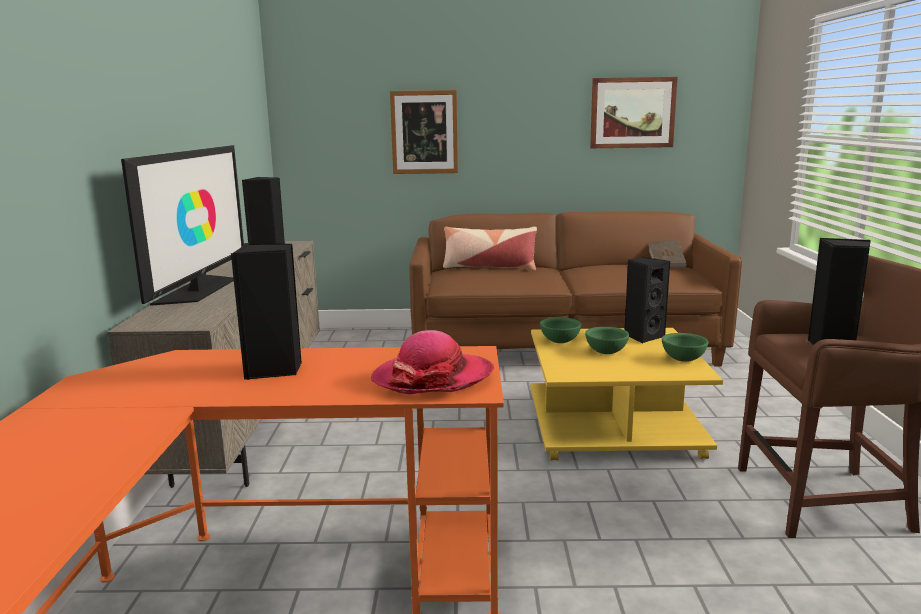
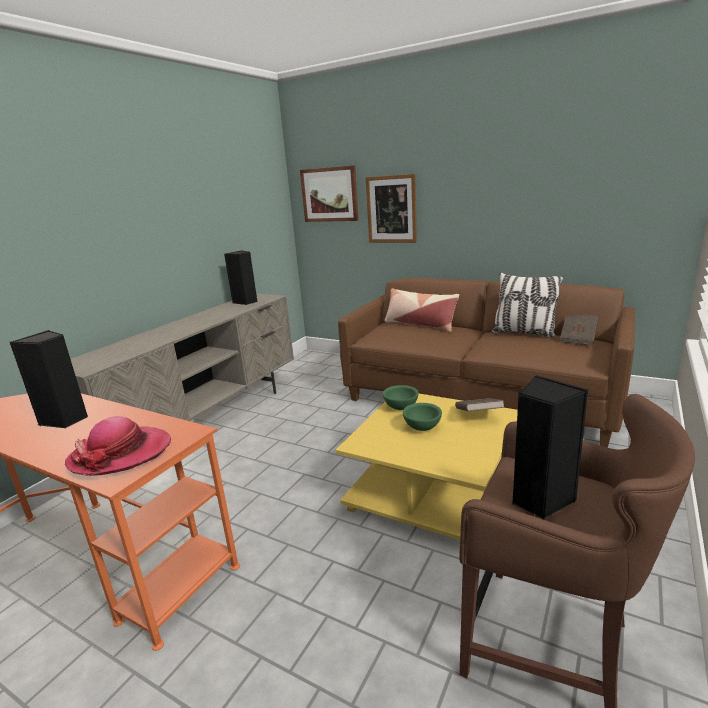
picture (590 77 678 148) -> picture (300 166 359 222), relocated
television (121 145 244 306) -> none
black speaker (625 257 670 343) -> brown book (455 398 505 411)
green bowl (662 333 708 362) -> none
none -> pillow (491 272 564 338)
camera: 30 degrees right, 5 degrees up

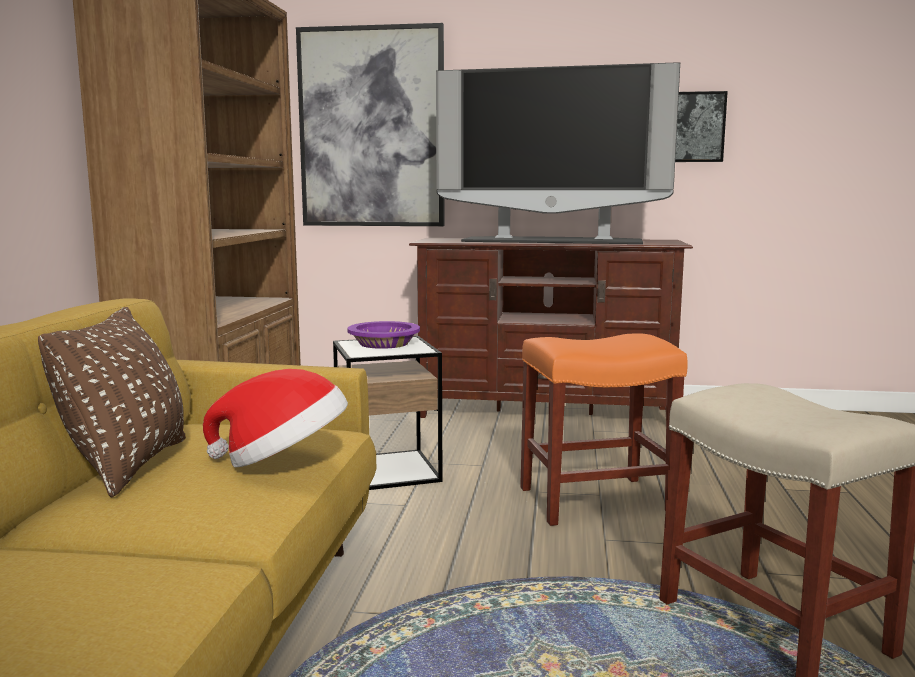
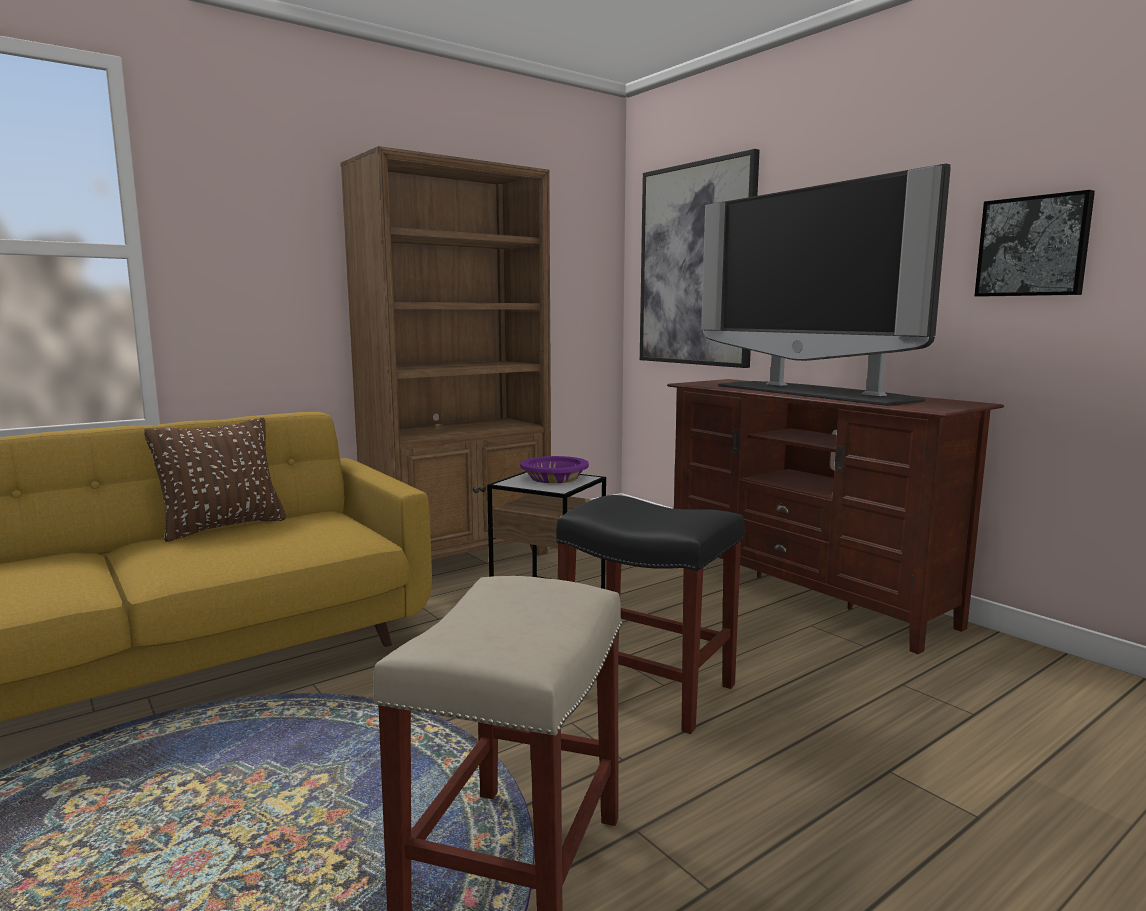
orange stool (520 333 688 526) -> black stool (556 495 744 734)
hat (203 369 348 467) -> none
camera: 45 degrees right, 0 degrees up

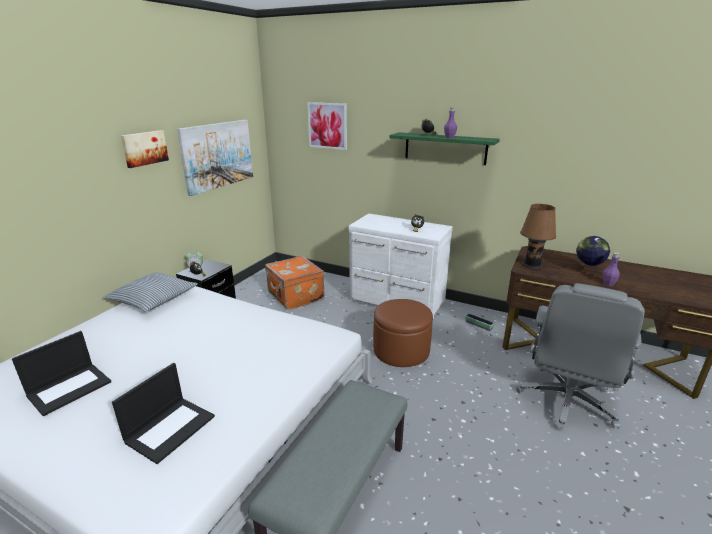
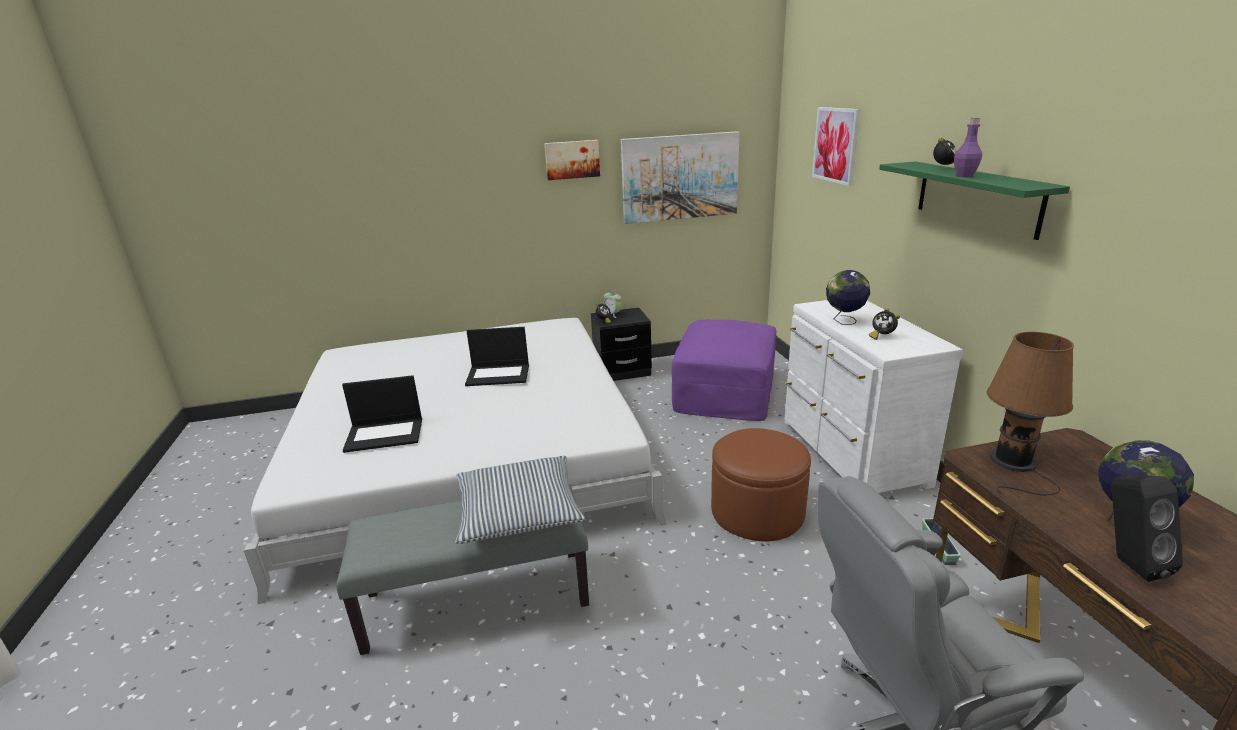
purple bottle (603 253 620 286) -> black speaker (1112 476 1183 582)
orange suitcase (265 256 325 310) -> purple ottoman (672 320 776 421)
pillow (104 272 198 312) -> pillow (455 456 586 544), relocated
laptop (12 331 111 416) -> laptop (465 327 529 386), relocated
none -> globe (826 270 870 325)
camera: 50 degrees right, 0 degrees up

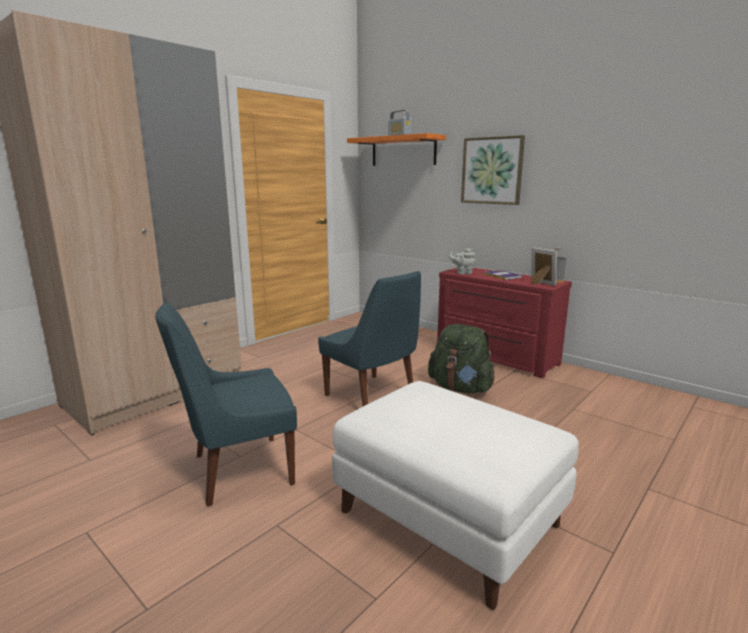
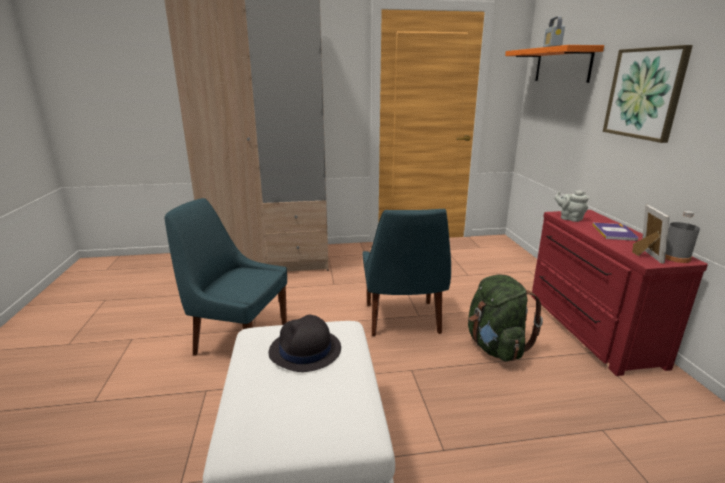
none -> black hat (269 314 341 372)
camera: 40 degrees right, 5 degrees up

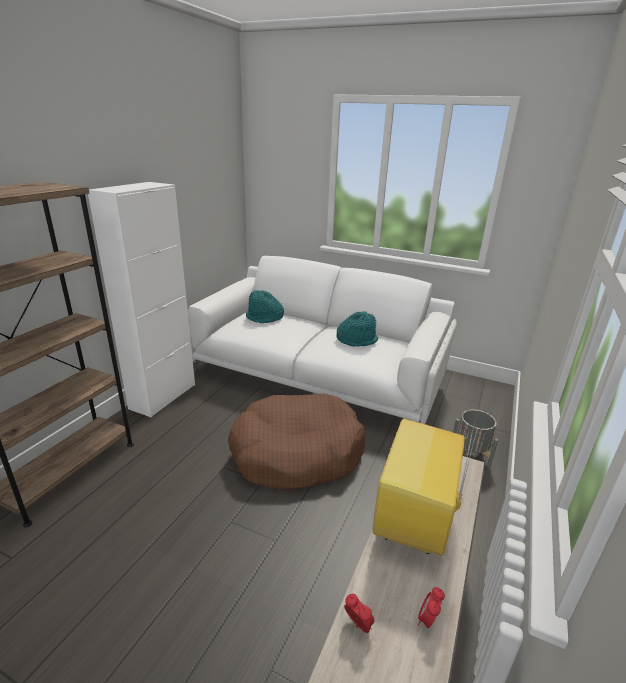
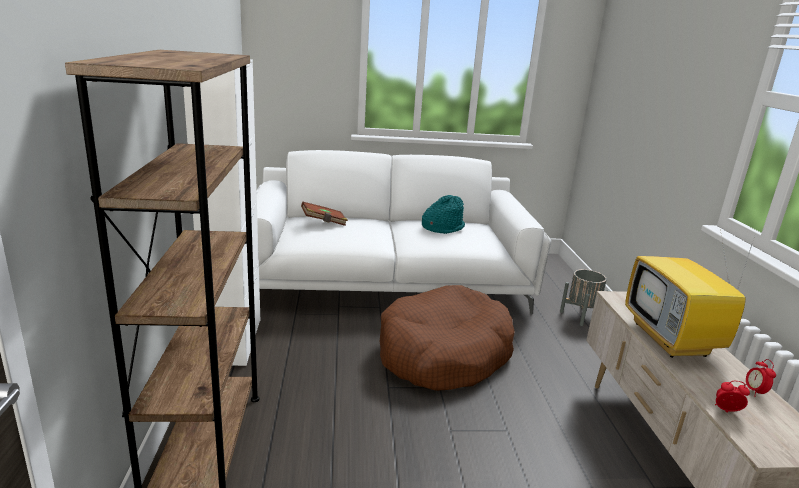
turquoise hat (246 290 284 323) -> brown book (301 202 348 226)
camera: 30 degrees left, 5 degrees down

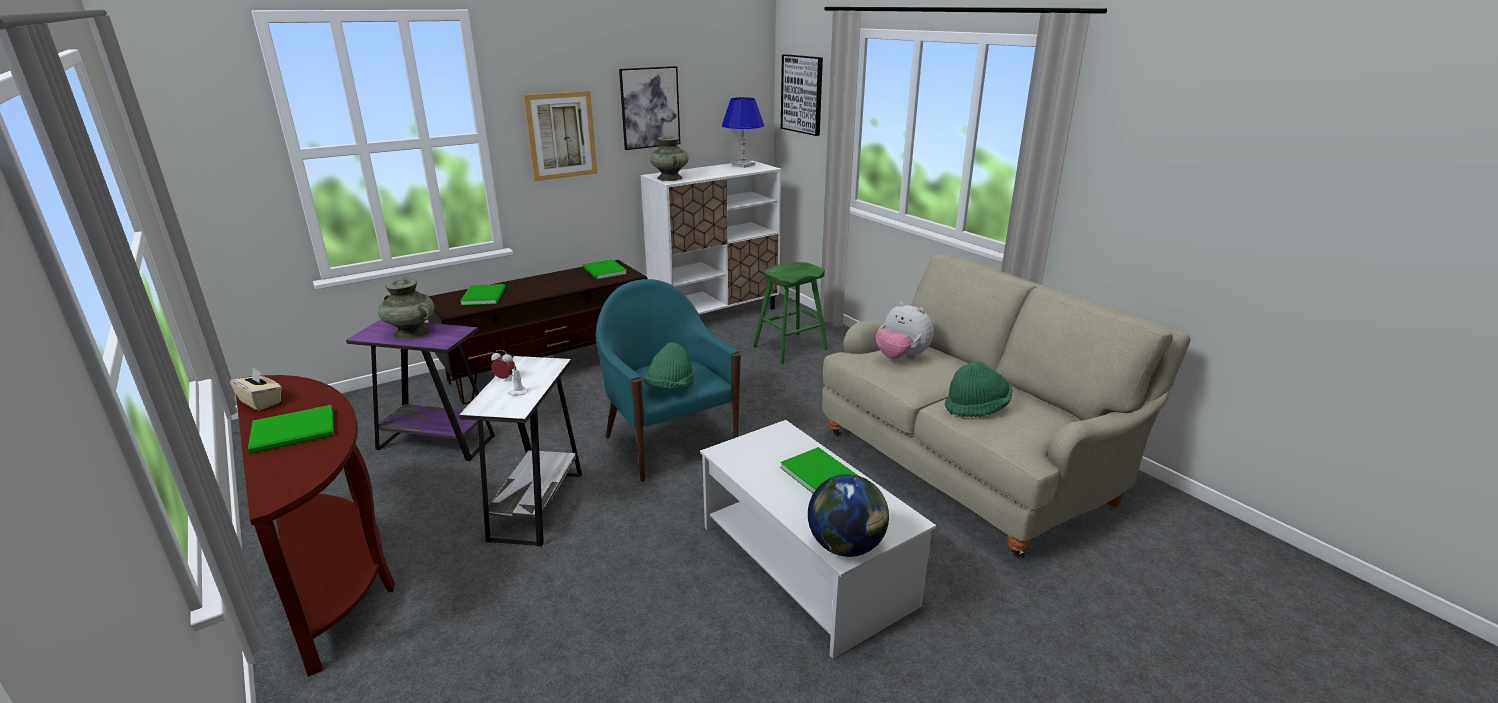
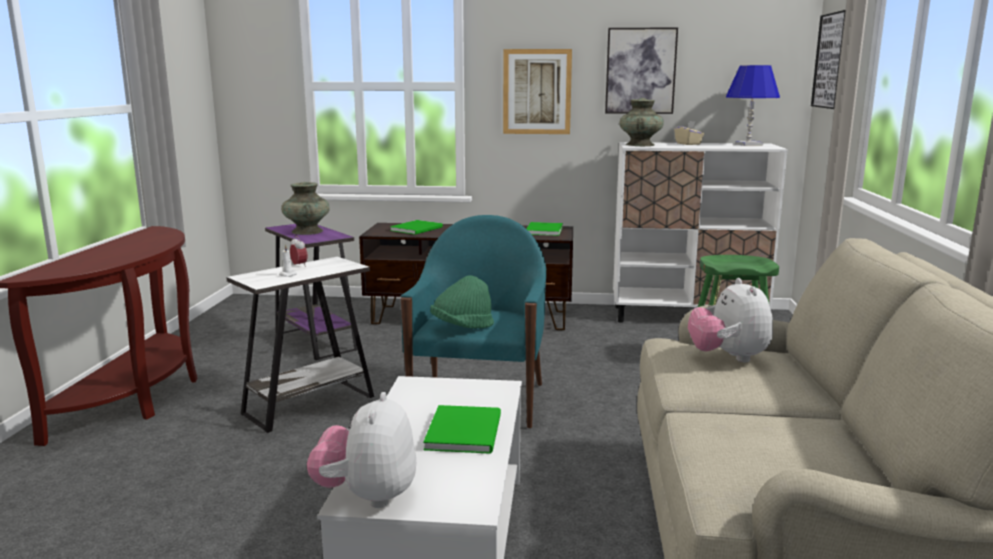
green hat (945 361 1013 417) -> none
beige tissue box (230 368 282 411) -> beige tissue box (674 121 704 145), relocated
green book (248 405 334 454) -> none
globe (808 474 889 557) -> plush toy (307 392 416 508)
camera: 40 degrees right, 10 degrees down

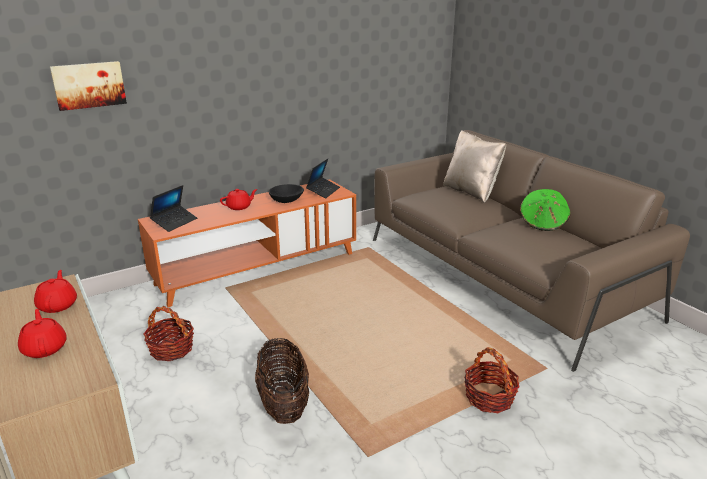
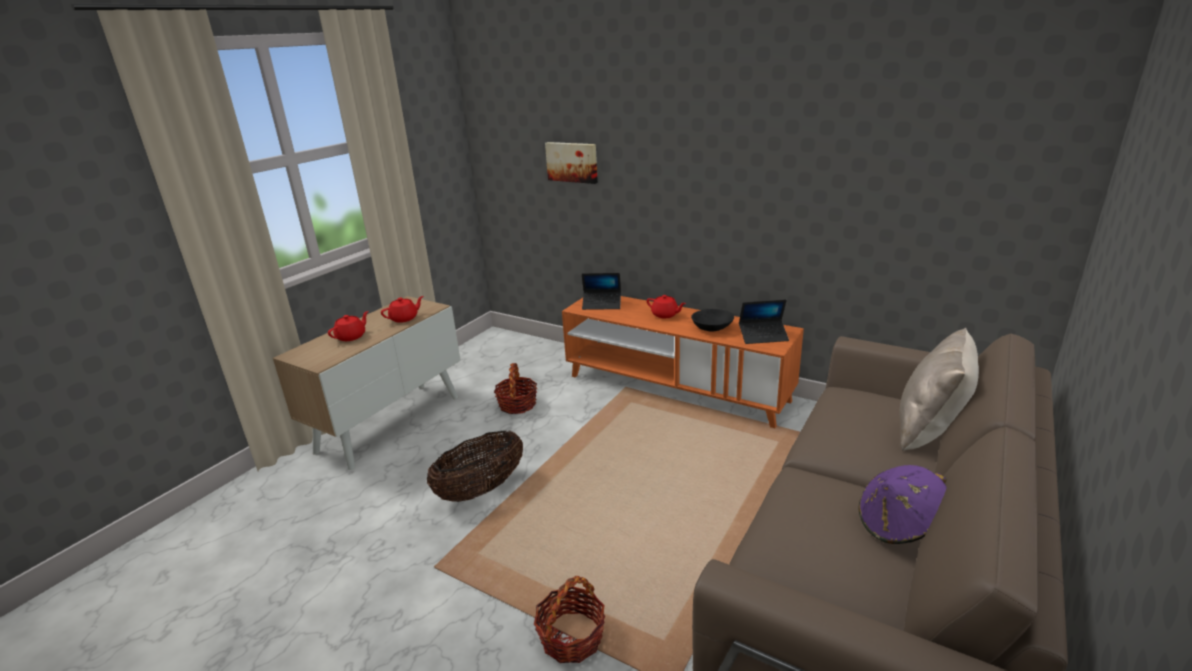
green hat (520 189 571 231) -> purple hat (858 465 947 544)
camera: 65 degrees right, 0 degrees up

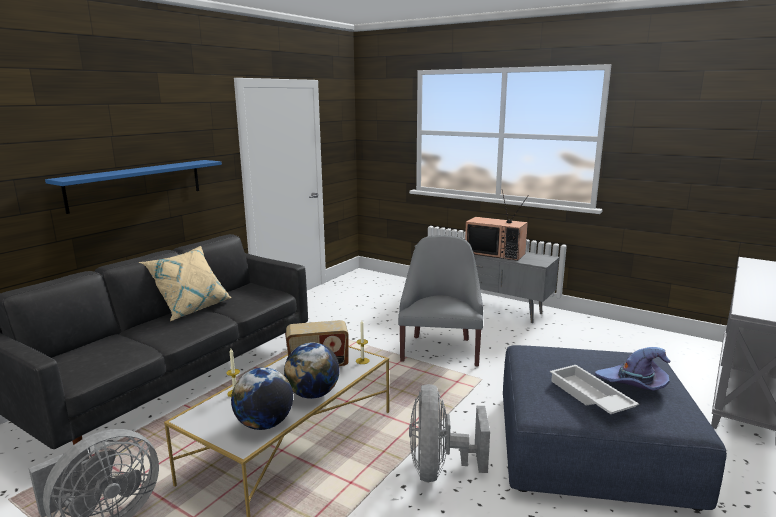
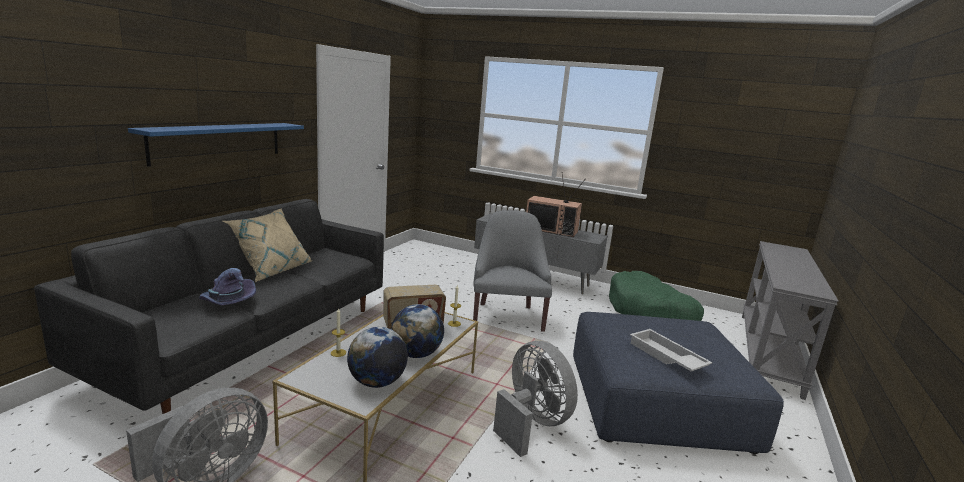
purple hat (595 347 670 391) -> purple hat (199 268 256 305), relocated
grey fan (409 384 490 482) -> grey fan (493 341 578 457), 150 degrees clockwise
none -> green dog bed (609 271 704 321)
camera: 10 degrees left, 0 degrees up

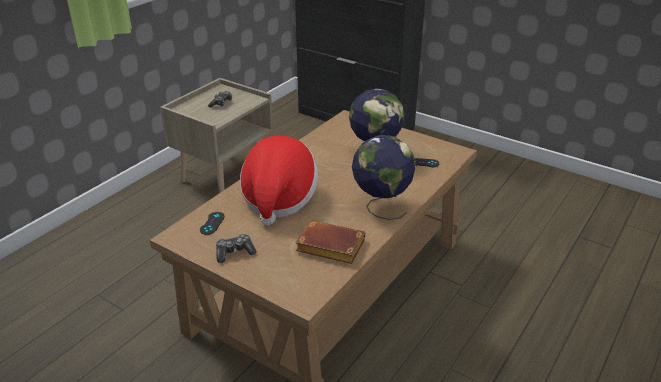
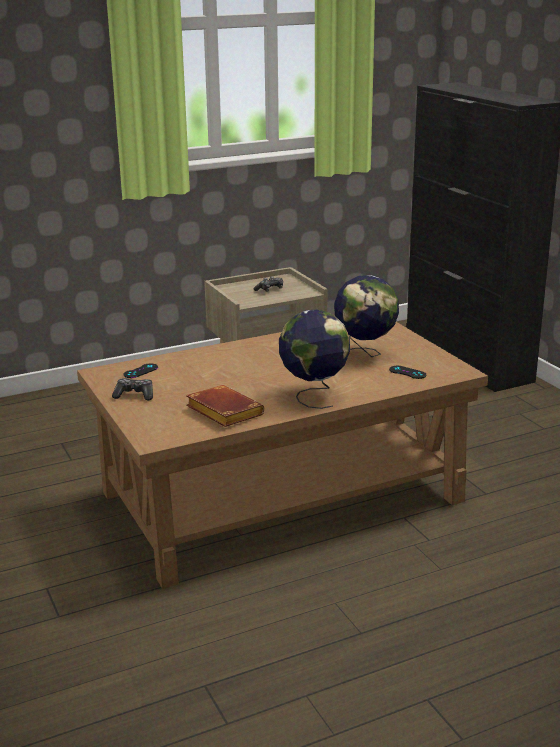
hat (240 136 318 226) -> none
camera: 30 degrees right, 10 degrees down

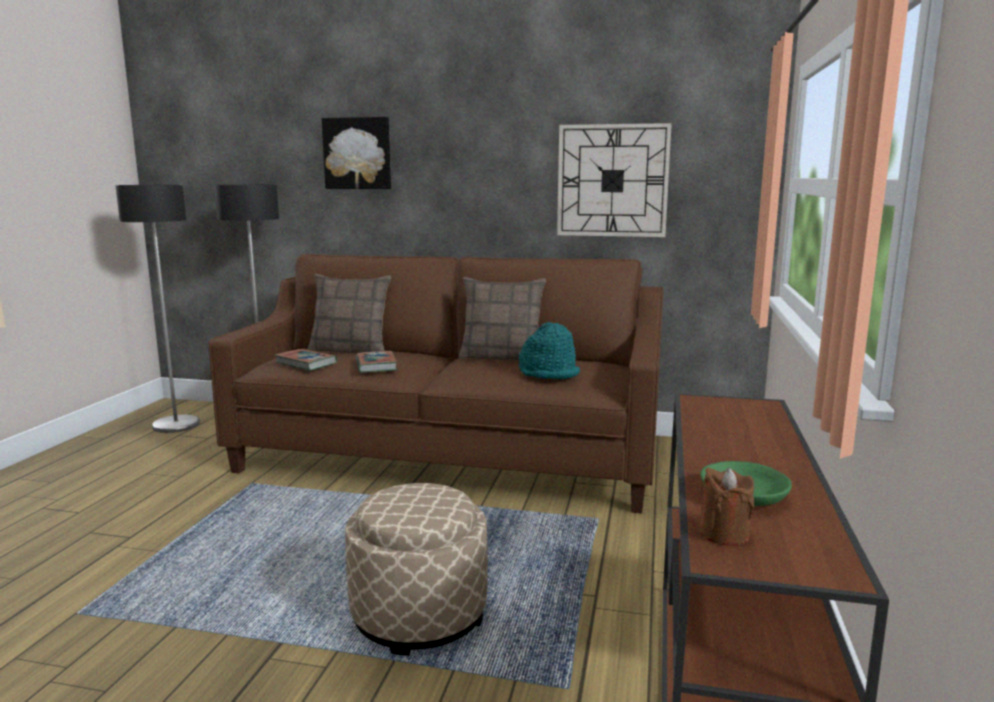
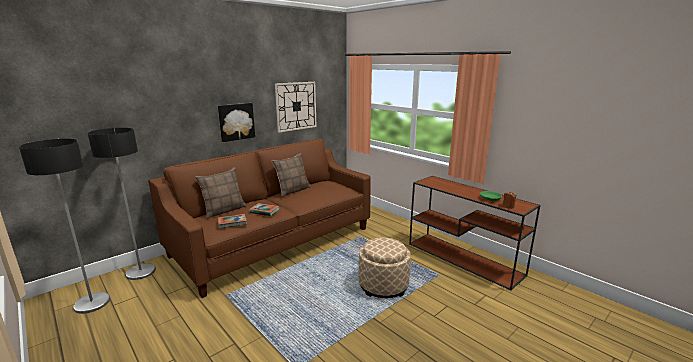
picture (322 117 391 189) -> picture (218 103 255 142), relocated
turquoise hat (519 322 580 379) -> none
camera: 55 degrees left, 5 degrees up

